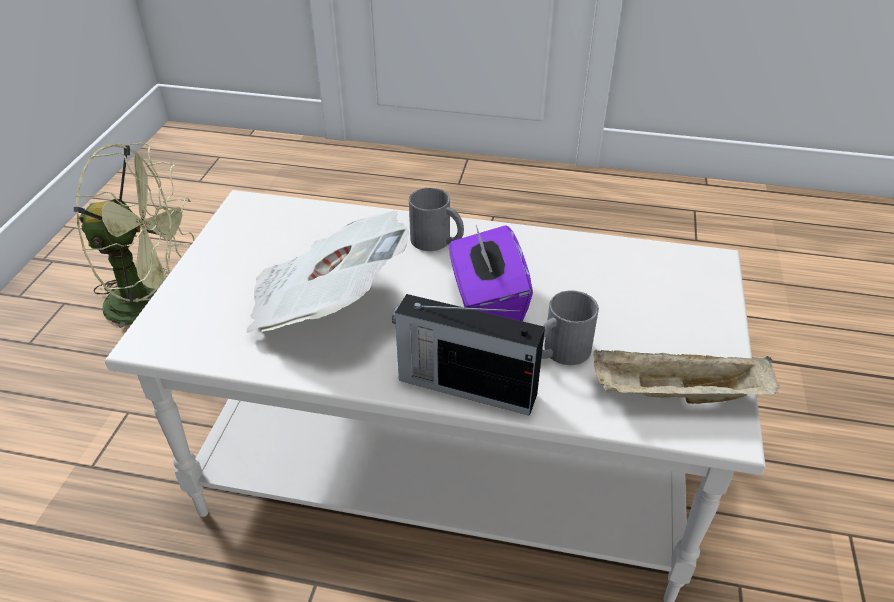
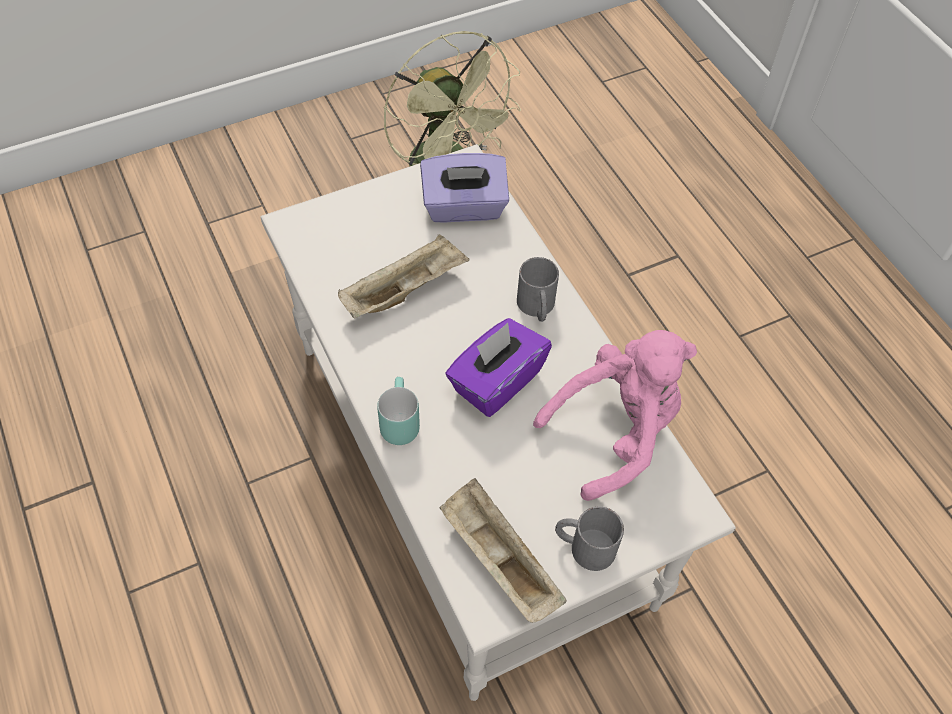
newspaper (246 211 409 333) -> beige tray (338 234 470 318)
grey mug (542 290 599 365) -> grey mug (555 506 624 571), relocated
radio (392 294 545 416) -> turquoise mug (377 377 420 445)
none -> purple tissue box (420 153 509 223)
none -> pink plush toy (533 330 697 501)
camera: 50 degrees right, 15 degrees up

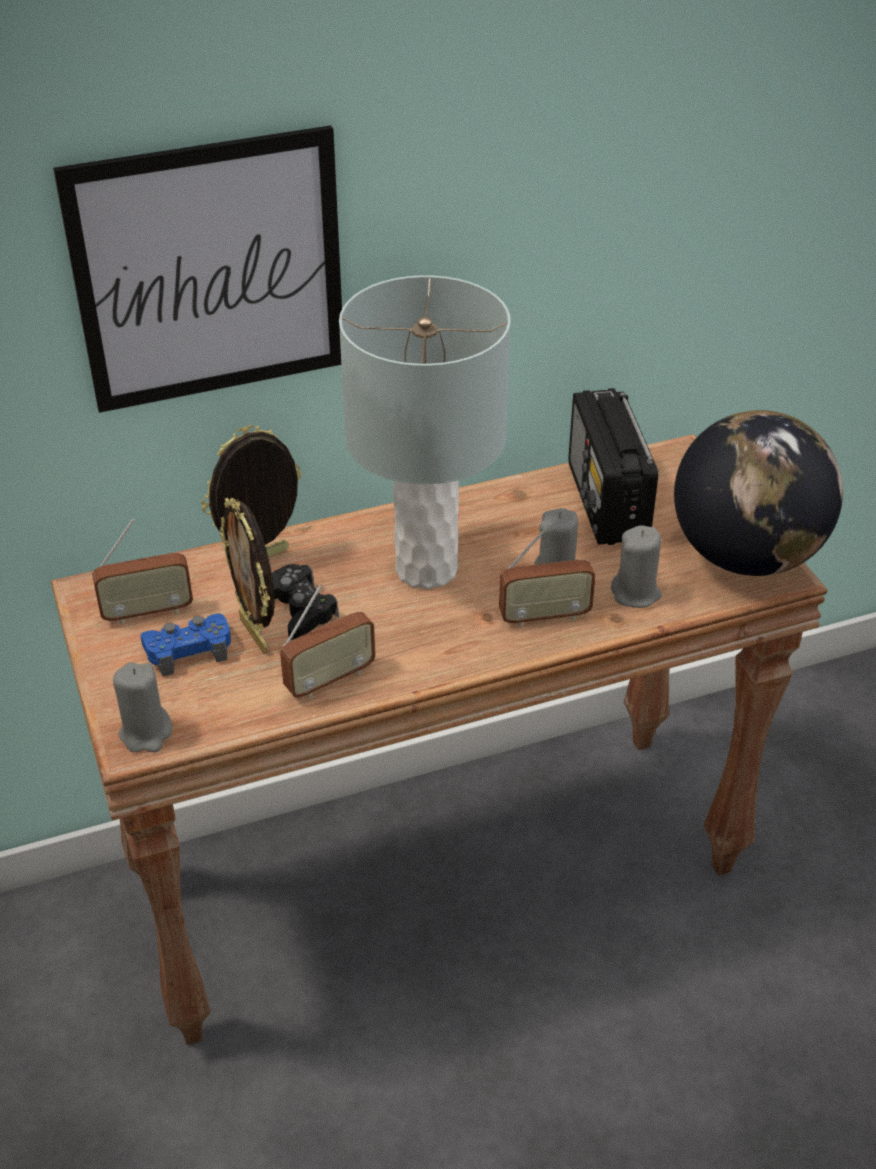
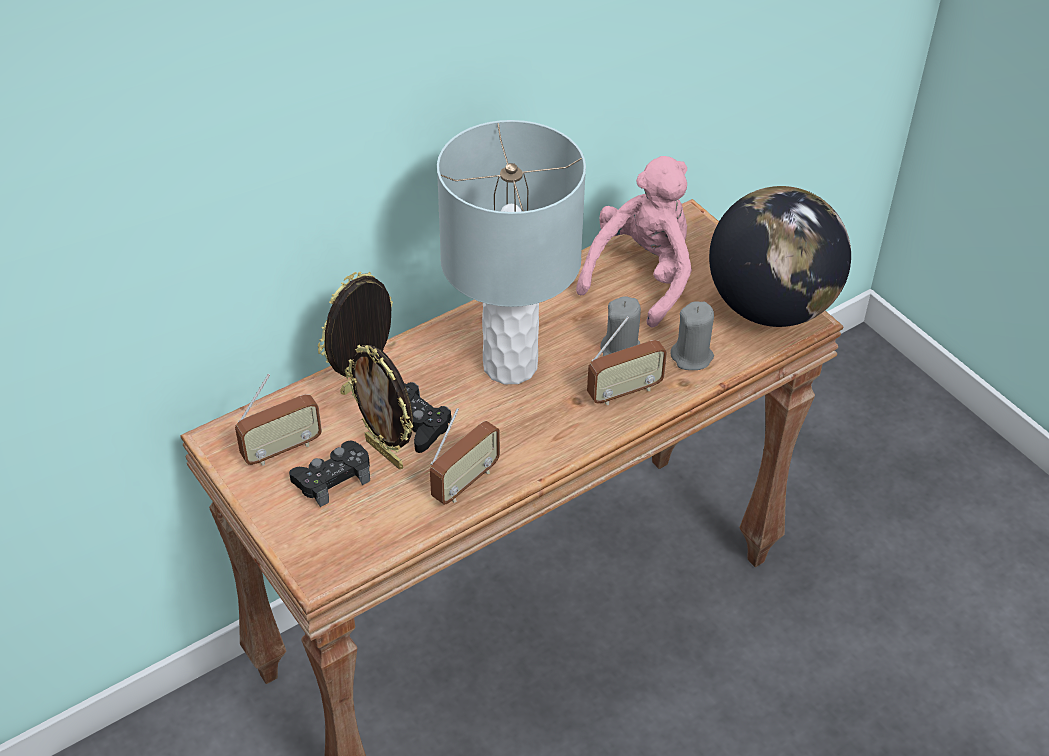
picture (53 125 342 413) -> none
radio (568 388 658 545) -> pink plush toy (576 156 692 327)
blue game controller (140 613 231 677) -> black game controller (289 440 370 507)
grey candle (113 662 172 752) -> none
camera: 15 degrees left, 5 degrees up

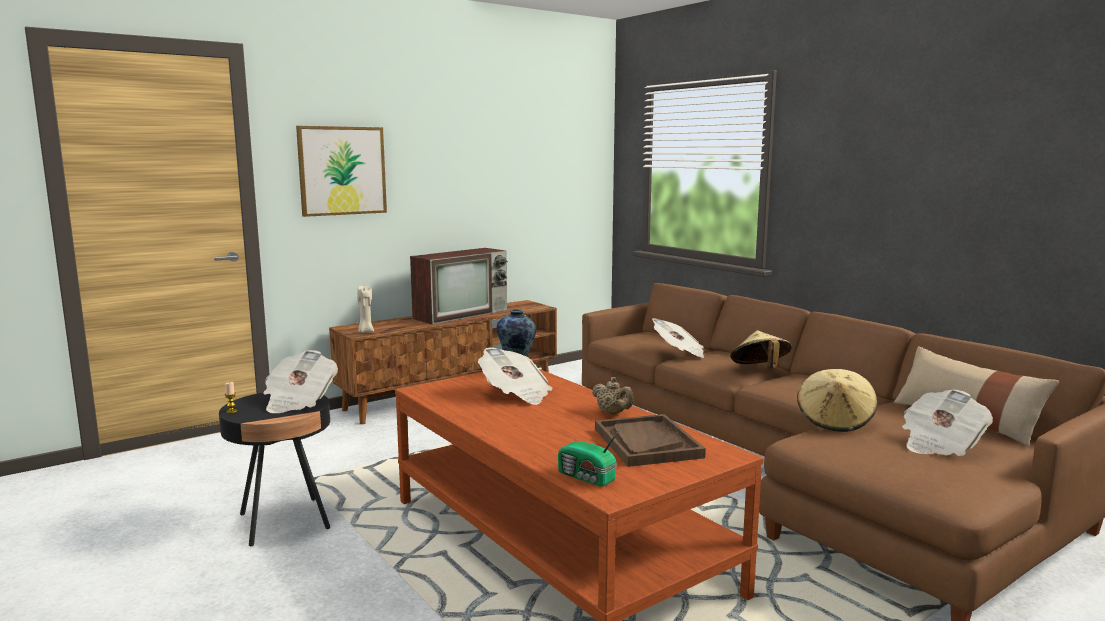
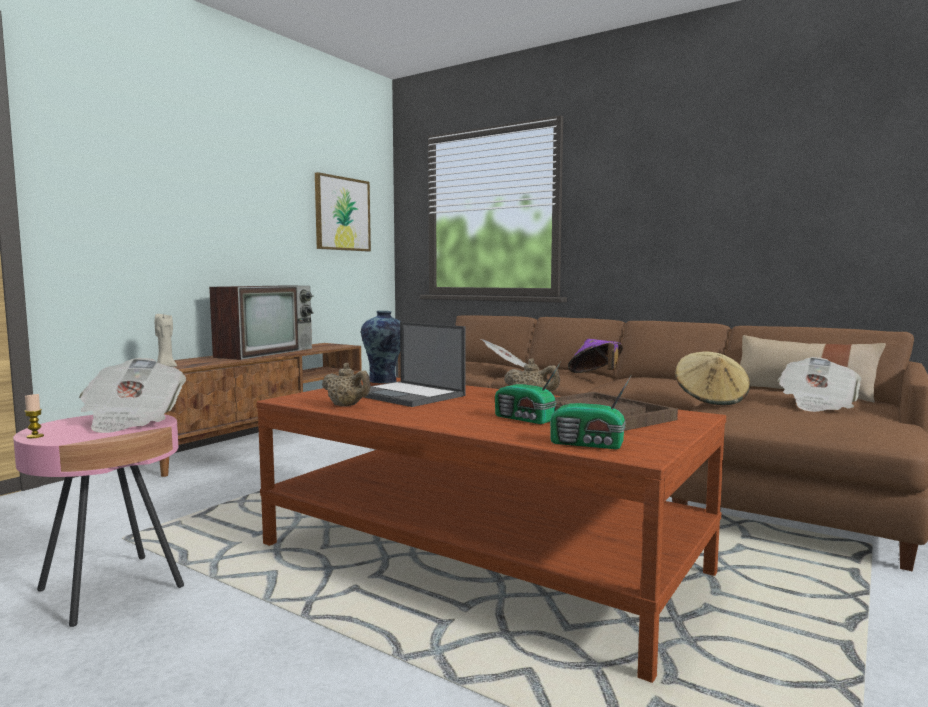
picture (296 126 387 217) -> picture (315 172 371 251), relocated
beige hat (730 330 792 368) -> purple hat (568 339 623 373)
newspaper (478 347 553 405) -> laptop (364 322 465 407)
black side table (219 392 330 546) -> pink side table (13 414 184 627)
none -> radio (495 362 561 424)
none -> beige teapot (322 363 371 406)
camera: 20 degrees left, 5 degrees down

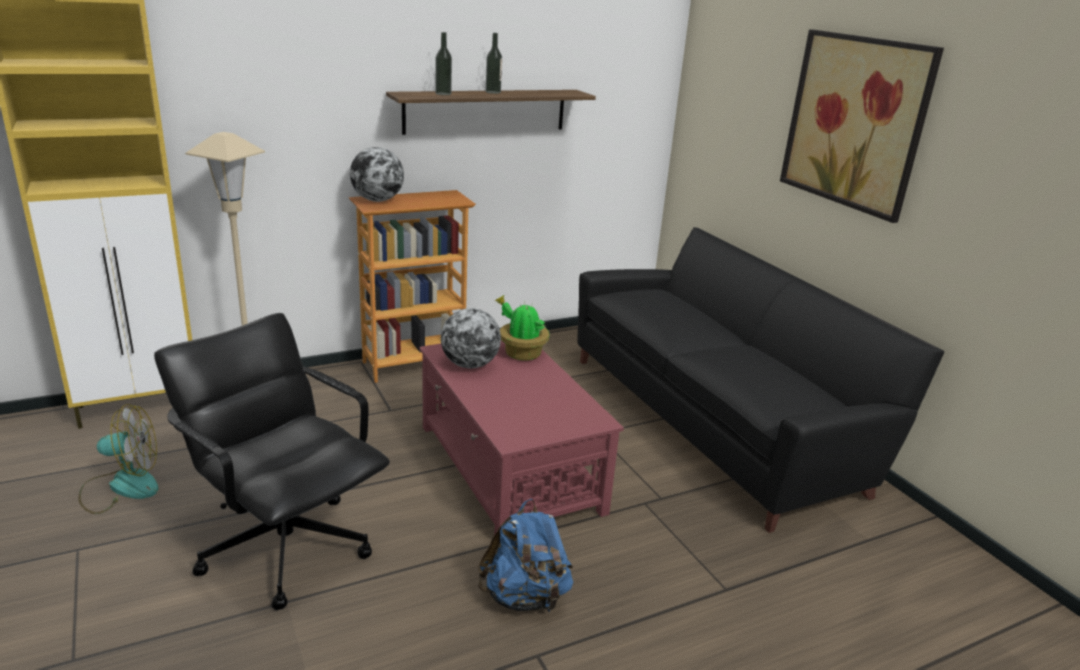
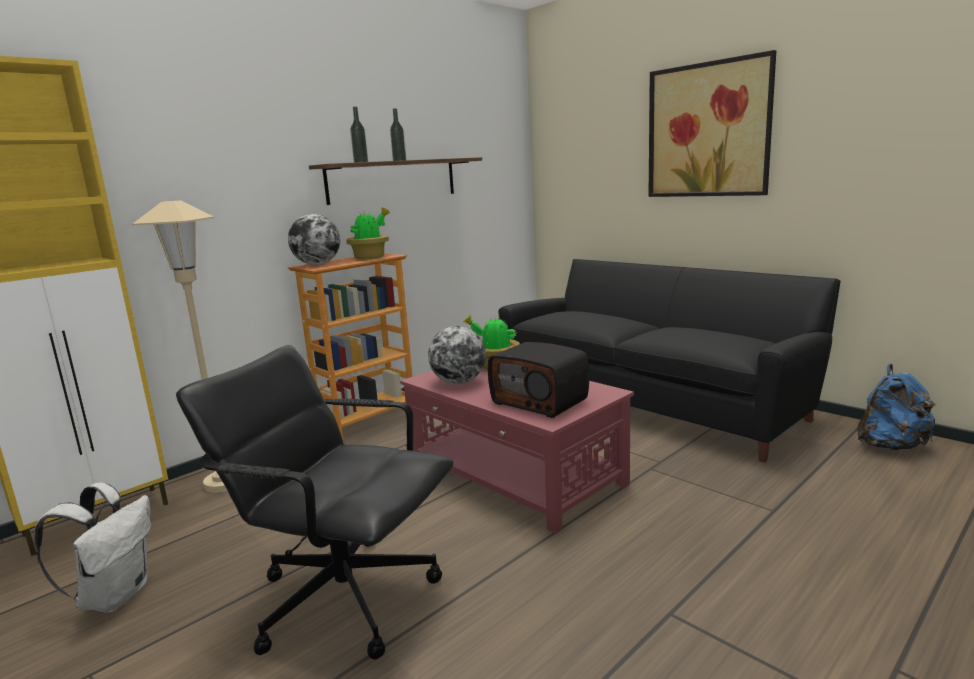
fan (79 404 158 514) -> white backpack (34 482 151 613)
blue backpack (478 499 573 614) -> blue backpack (857 364 937 451), relocated
none -> potted plant (346 208 390 259)
none -> radio (488 342 589 418)
camera: 15 degrees left, 10 degrees down

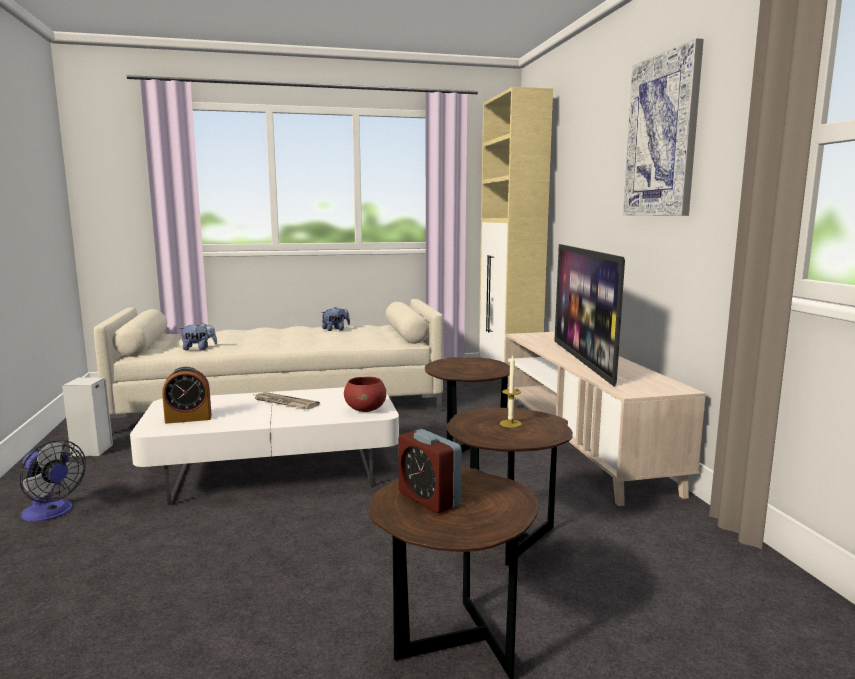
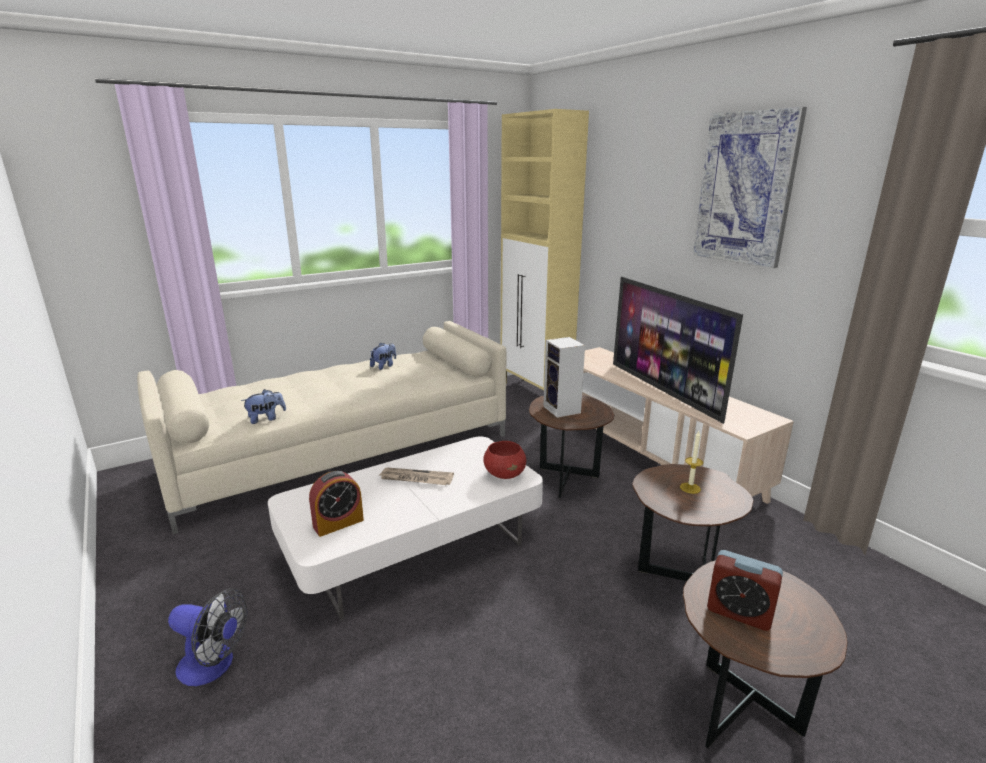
speaker (62 377 113 457) -> speaker (543 337 585 418), relocated
camera: 20 degrees left, 10 degrees up

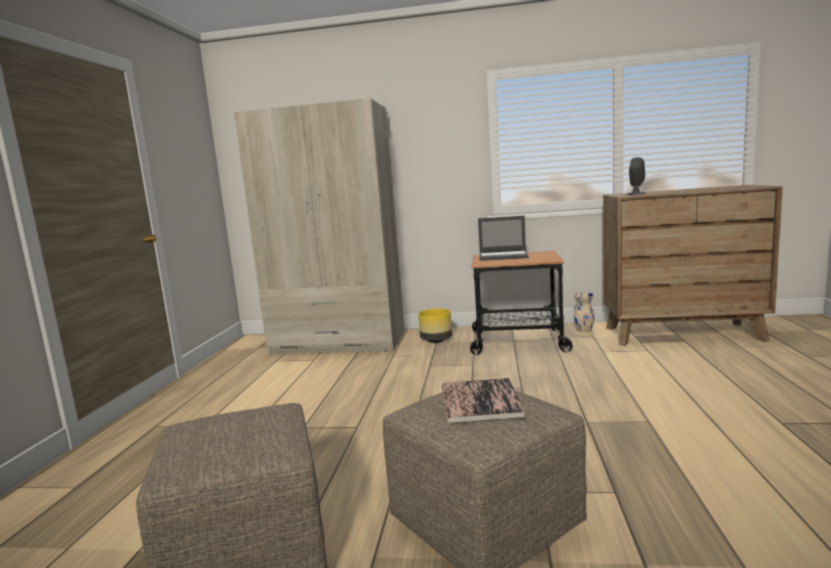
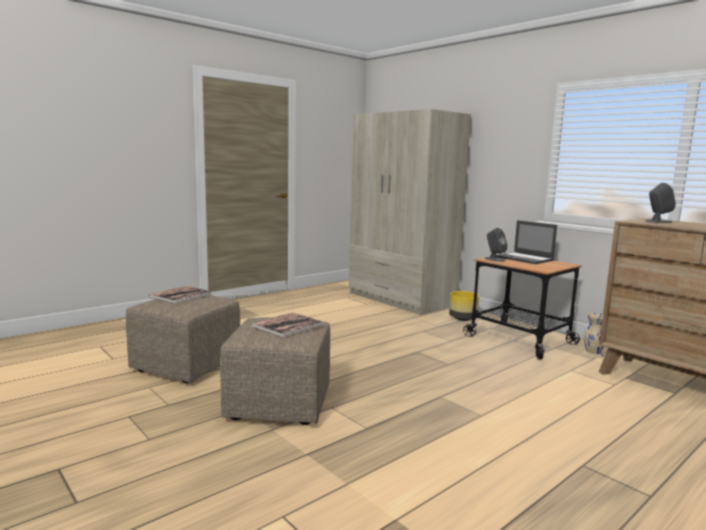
none -> grey speaker (485 228 508 262)
none -> book (149 286 212 304)
camera: 40 degrees right, 0 degrees up

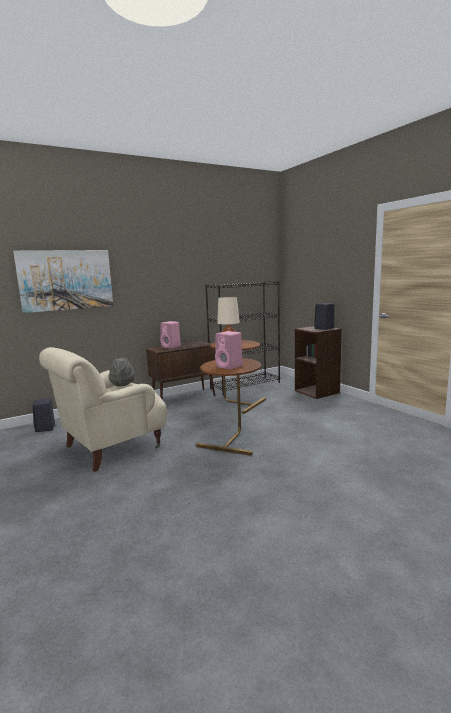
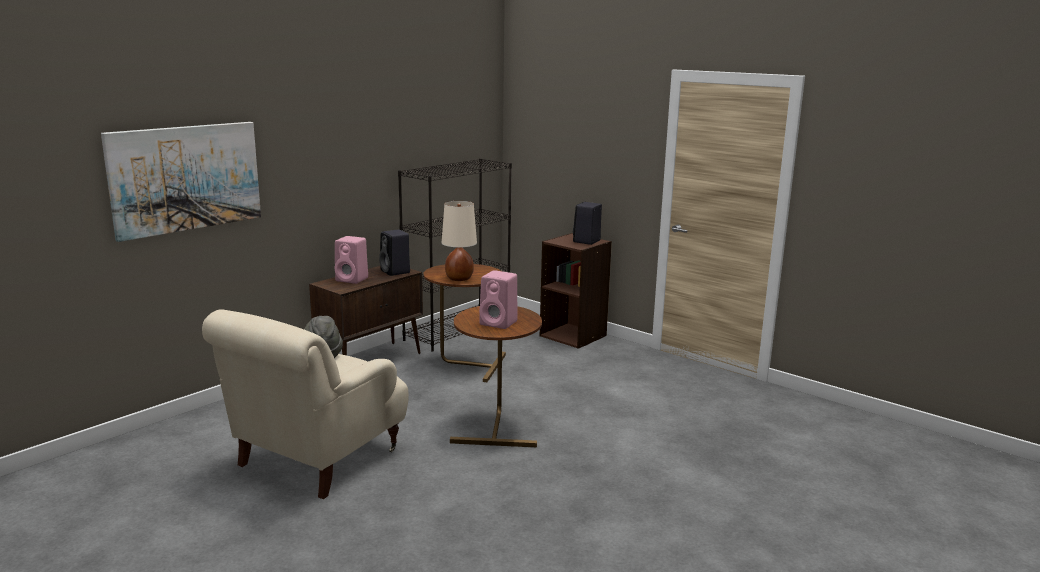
black speaker (33 398 55 432) -> black speaker (379 230 410 276), relocated
camera: 20 degrees left, 5 degrees up

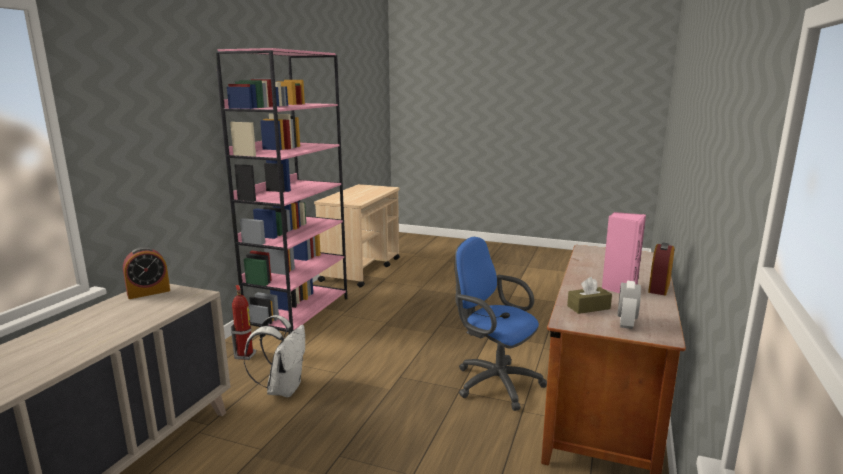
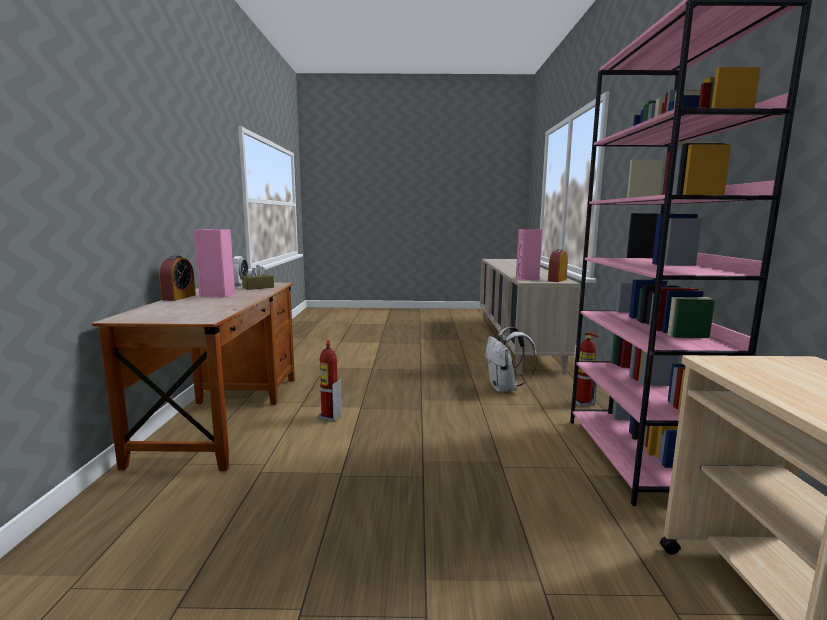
blue office chair (455 237 547 411) -> fire extinguisher (318 340 342 422)
none -> pink speaker (516 229 542 281)
camera: 160 degrees right, 5 degrees down

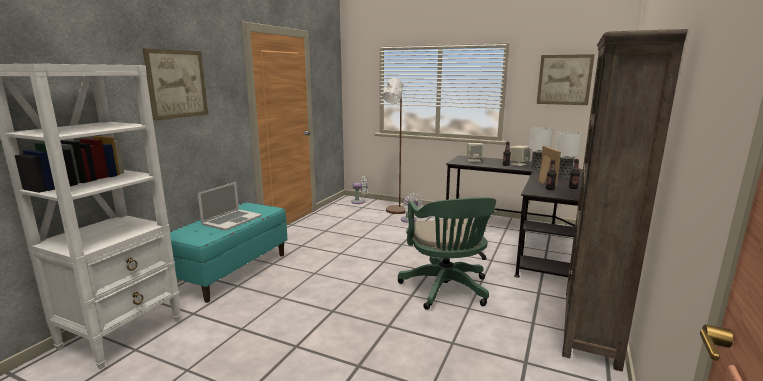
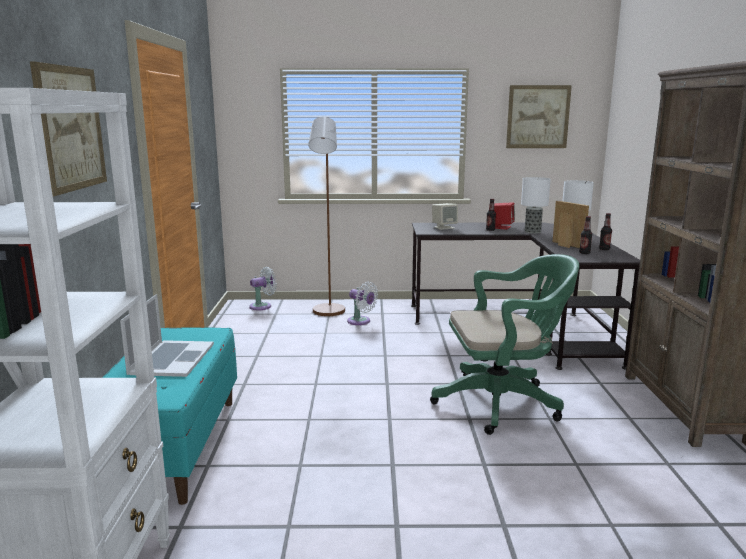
beige speaker (509 146 530 166) -> red speaker (494 202 515 230)
green office chair (398 197 496 310) -> green office chair (430 254 579 435), 60 degrees counterclockwise
camera: 25 degrees left, 0 degrees up

